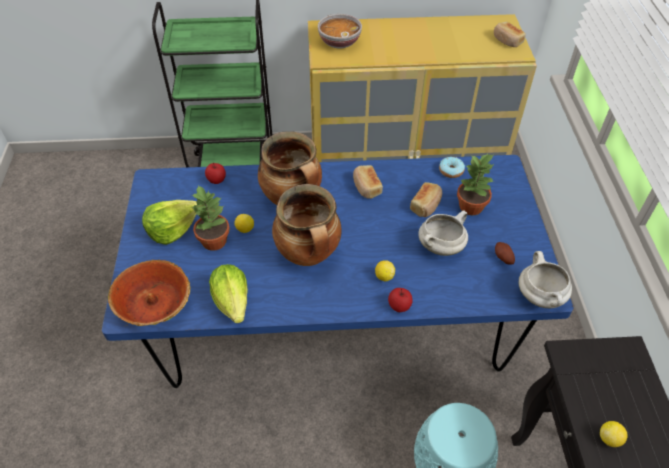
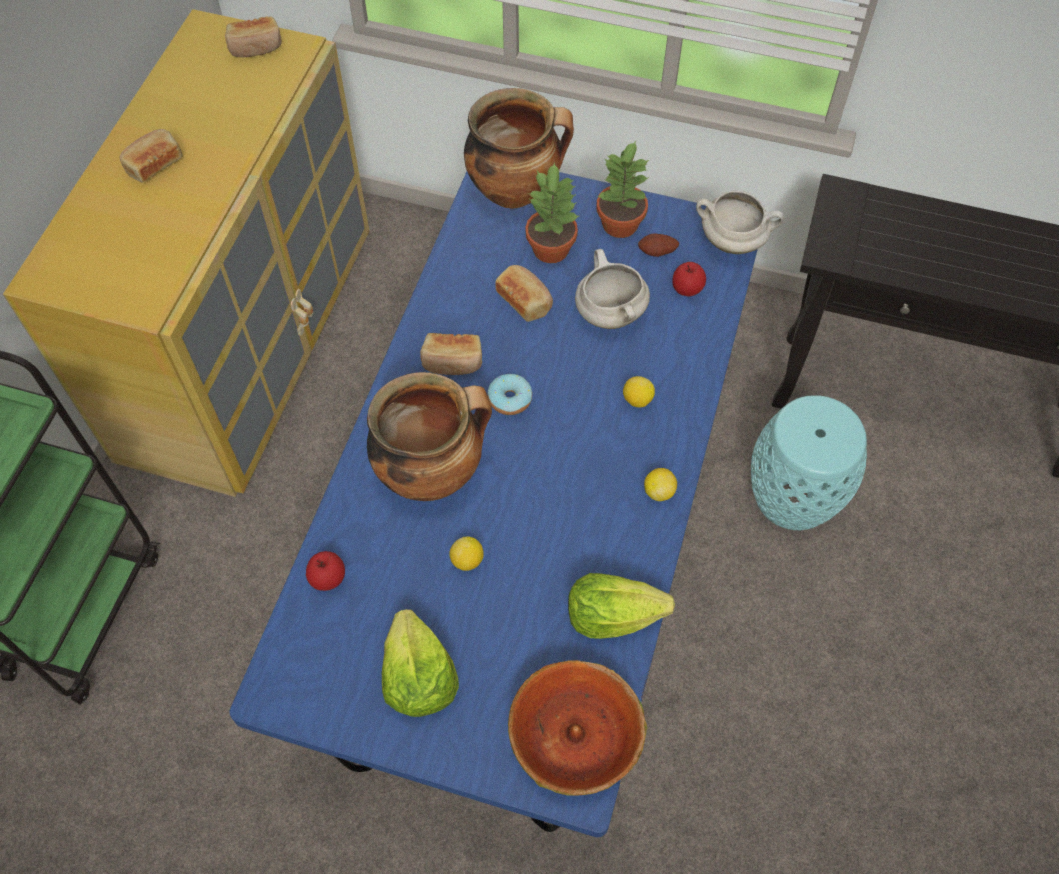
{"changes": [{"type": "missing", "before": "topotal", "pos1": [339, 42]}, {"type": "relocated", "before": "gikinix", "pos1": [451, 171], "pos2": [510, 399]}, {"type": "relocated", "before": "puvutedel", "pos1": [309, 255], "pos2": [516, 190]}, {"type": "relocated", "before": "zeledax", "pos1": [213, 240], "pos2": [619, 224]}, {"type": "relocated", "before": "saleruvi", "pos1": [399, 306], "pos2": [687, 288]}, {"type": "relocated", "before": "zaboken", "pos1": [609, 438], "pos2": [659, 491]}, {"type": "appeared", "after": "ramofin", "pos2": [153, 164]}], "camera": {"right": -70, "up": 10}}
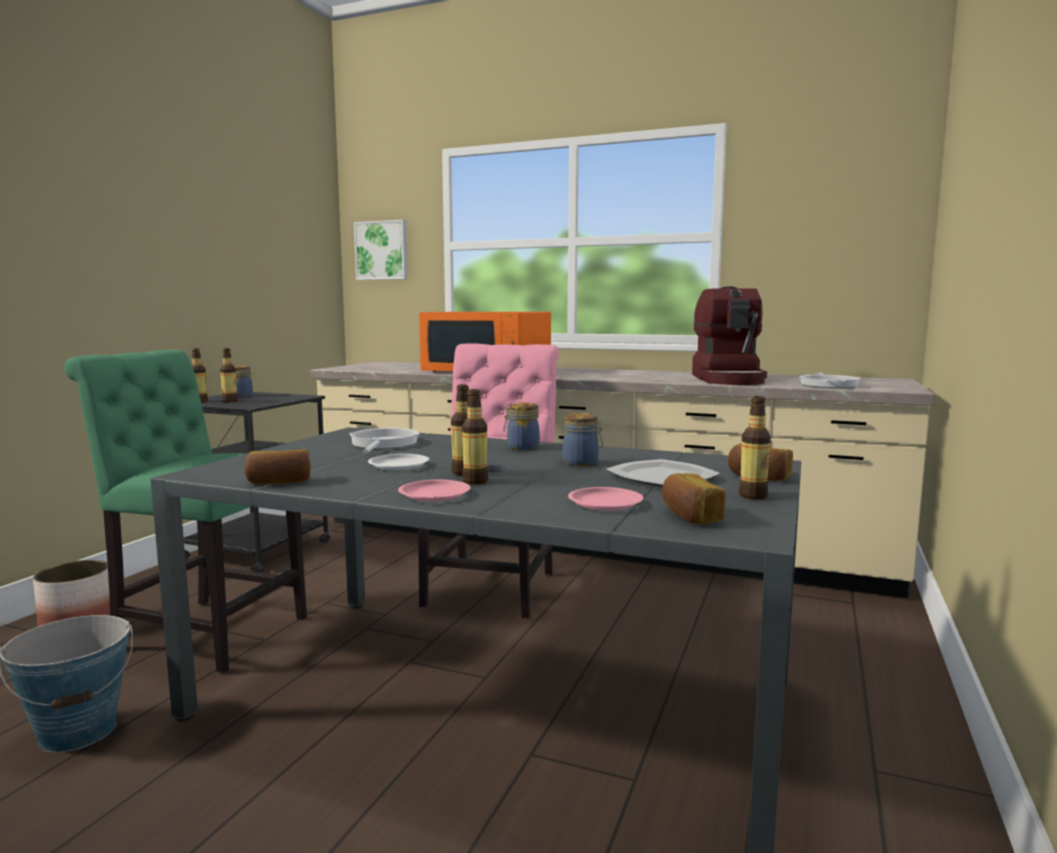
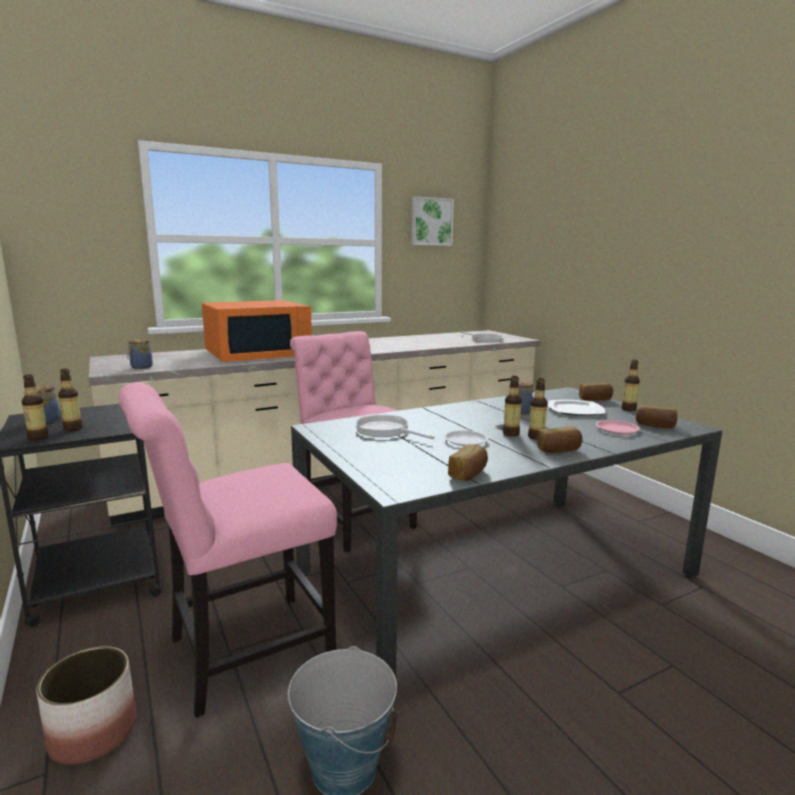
{"changes": [{"type": "relocated", "before": "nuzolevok", "pos1": [382, 250], "pos2": [431, 221]}, {"type": "missing", "before": "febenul", "pos1": [729, 379]}, {"type": "colour", "before": "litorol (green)", "after": "litorol (pink)", "pos1": [205, 632], "pos2": [241, 654]}, {"type": "relocated", "before": "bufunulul", "pos1": [521, 447], "pos2": [140, 367]}, {"type": "exchanged", "before": "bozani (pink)", "after": "ramofin", "pos1": [434, 495], "pos2": [558, 450]}], "camera": {"right": -50, "up": 5}}
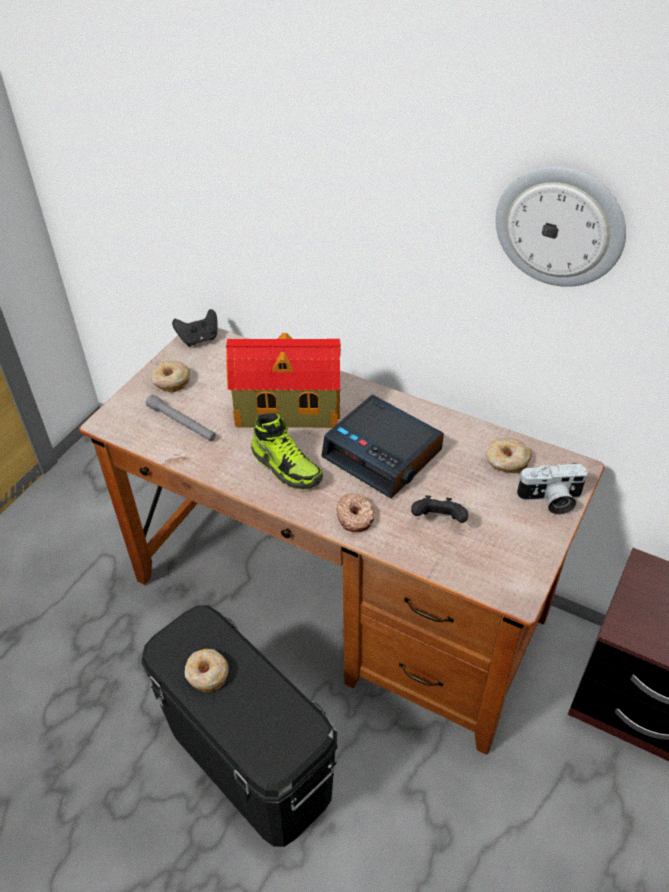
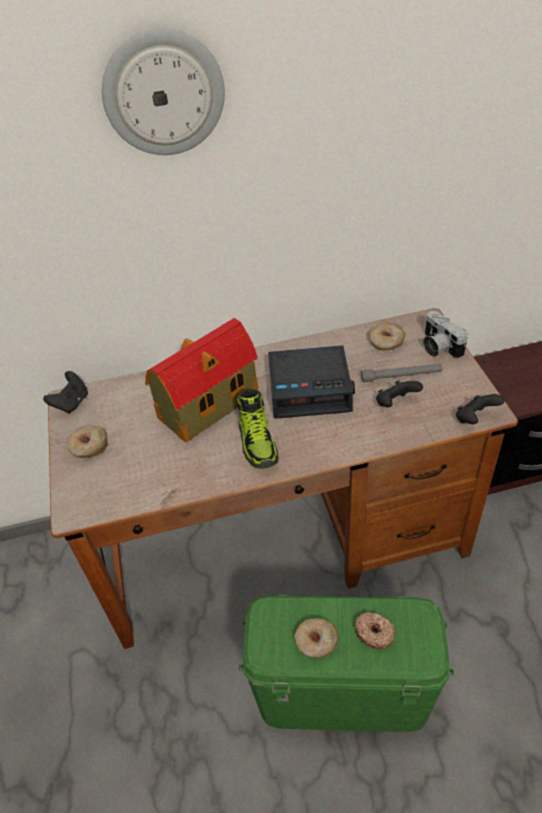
{"changes": [{"type": "relocated", "before": "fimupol", "pos1": [560, 226], "pos2": [164, 94]}, {"type": "relocated", "before": "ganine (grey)", "pos1": [182, 423], "pos2": [401, 376]}, {"type": "spun", "before": "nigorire", "pos1": [287, 467], "pos2": [258, 442], "turn": 75}, {"type": "spun", "before": "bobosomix", "pos1": [550, 500], "pos2": [438, 347], "turn": 105}, {"type": "relocated", "before": "gikinix", "pos1": [355, 517], "pos2": [374, 632]}, {"type": "colour", "before": "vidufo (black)", "after": "vidufo (green)", "pos1": [248, 758], "pos2": [342, 692]}, {"type": "appeared", "after": "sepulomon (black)", "pos2": [475, 419]}], "camera": {"right": -40, "up": 0}}
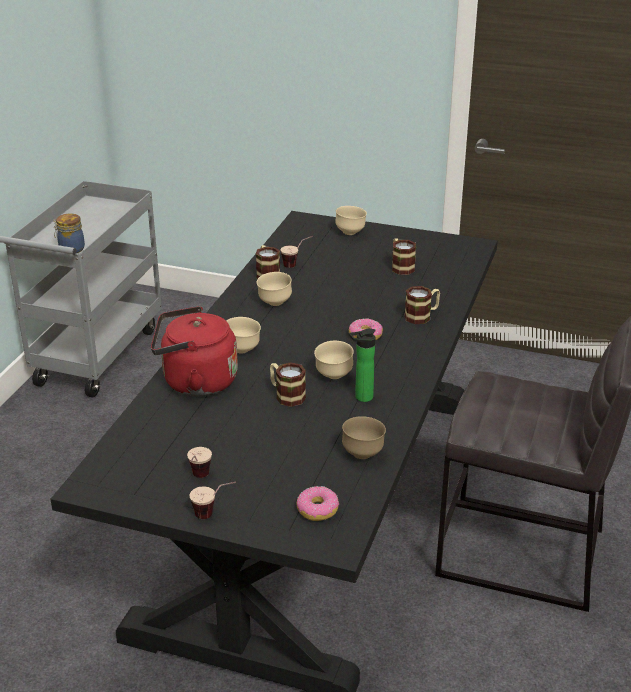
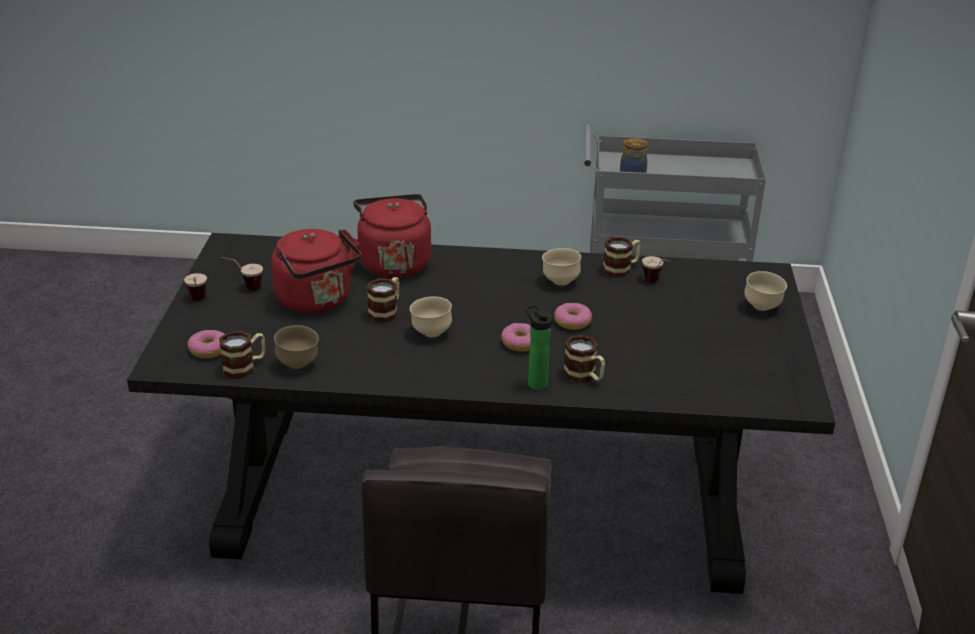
{"changes": [{"type": "relocated", "before": "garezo", "pos1": [400, 266], "pos2": [245, 367]}, {"type": "missing", "before": "topotal (beige)", "pos1": [242, 350]}, {"type": "relocated", "before": "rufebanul", "pos1": [361, 397], "pos2": [535, 383]}, {"type": "appeared", "after": "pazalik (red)", "pos2": [317, 301]}, {"type": "appeared", "after": "gikinix", "pos2": [572, 322]}], "camera": {"right": 75, "up": 0}}
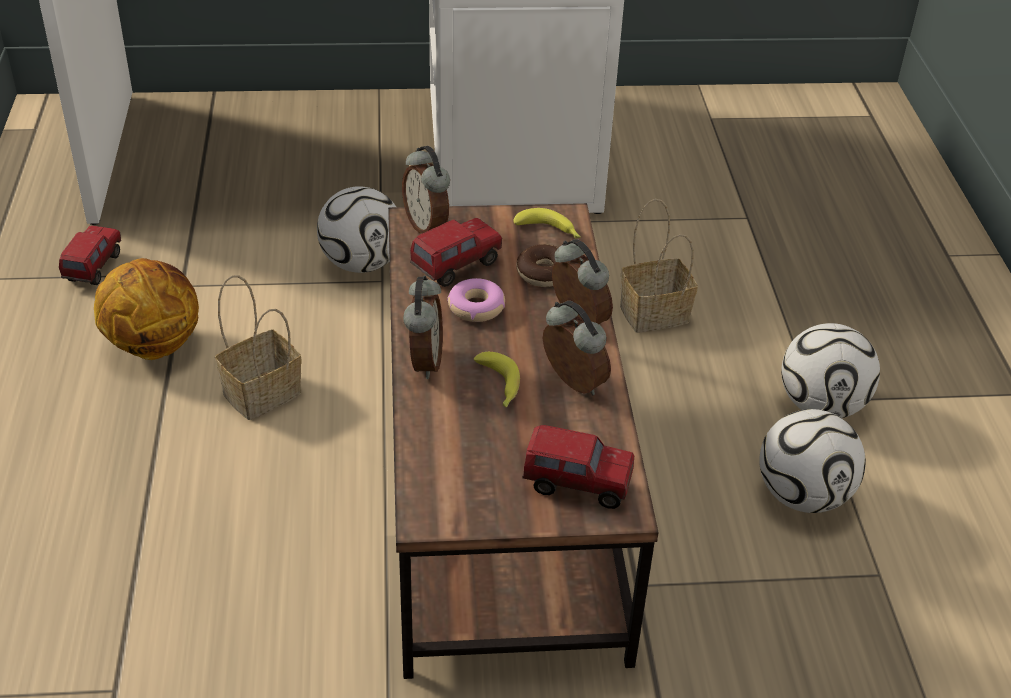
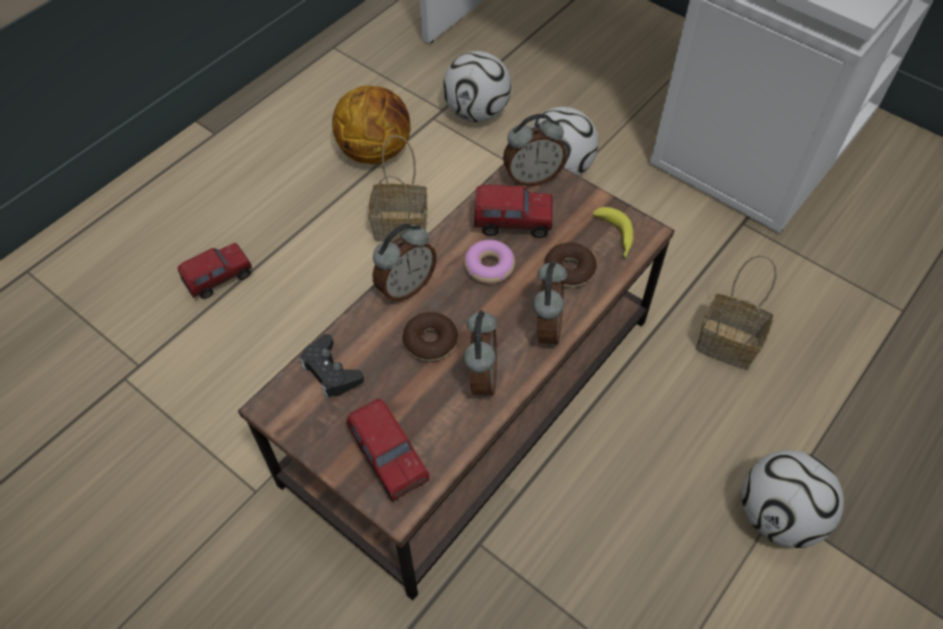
{"changes": [{"type": "spun", "before": "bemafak", "pos1": [427, 226], "pos2": [532, 177], "turn": -120}, {"type": "relocated", "before": "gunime", "pos1": [94, 269], "pos2": [219, 280]}, {"type": "exchanged", "before": "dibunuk", "after": "gikinix", "pos1": [498, 386], "pos2": [430, 342]}, {"type": "relocated", "before": "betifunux", "pos1": [803, 495], "pos2": [477, 112]}, {"type": "appeared", "after": "sepulomon (black)", "pos2": [331, 371]}], "camera": {"right": 45, "up": 15}}
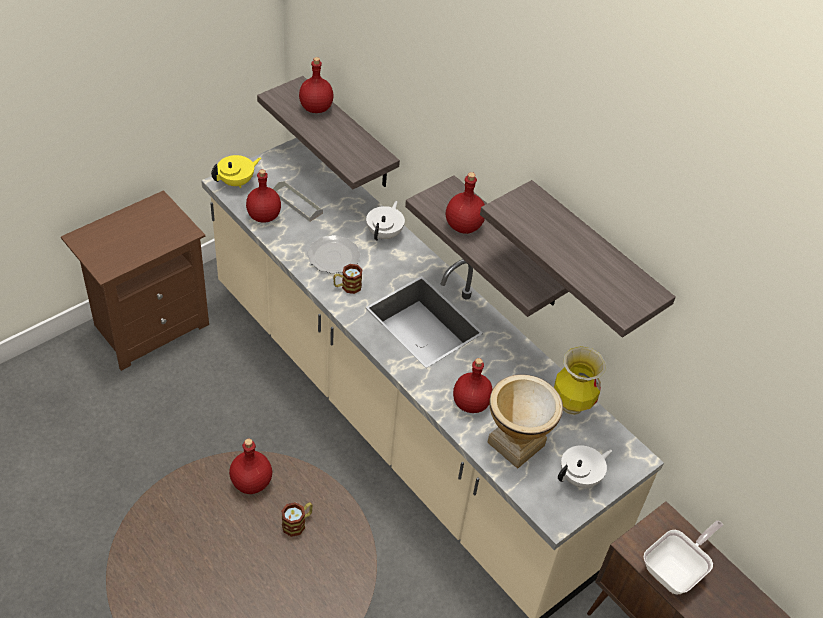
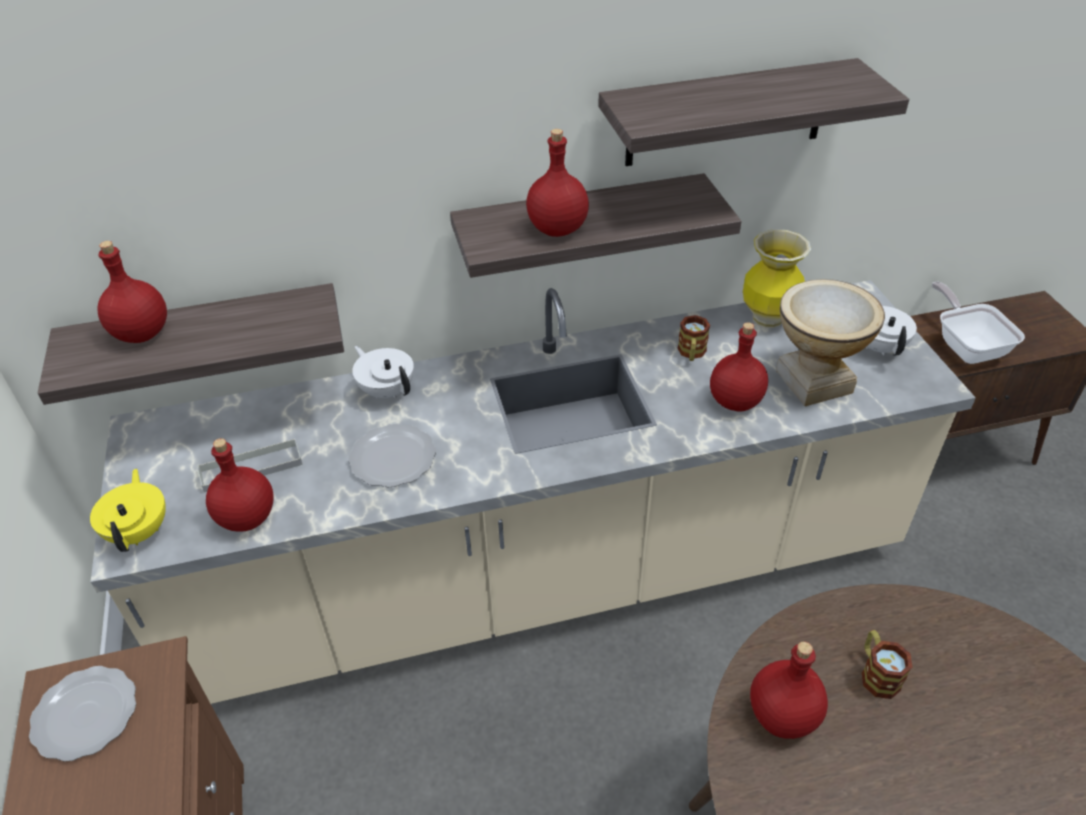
{"changes": [{"type": "relocated", "before": "garezo", "pos1": [347, 287], "pos2": [691, 353]}, {"type": "appeared", "after": "bozani", "pos2": [84, 715]}], "camera": {"right": -60, "up": -5}}
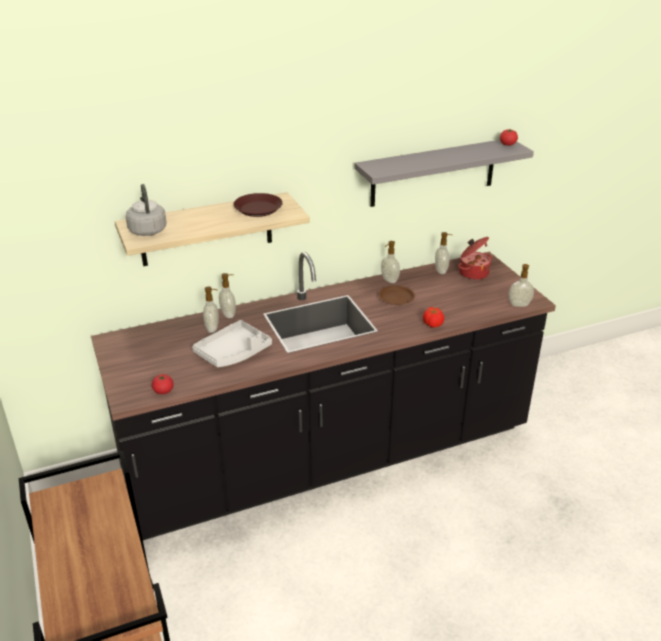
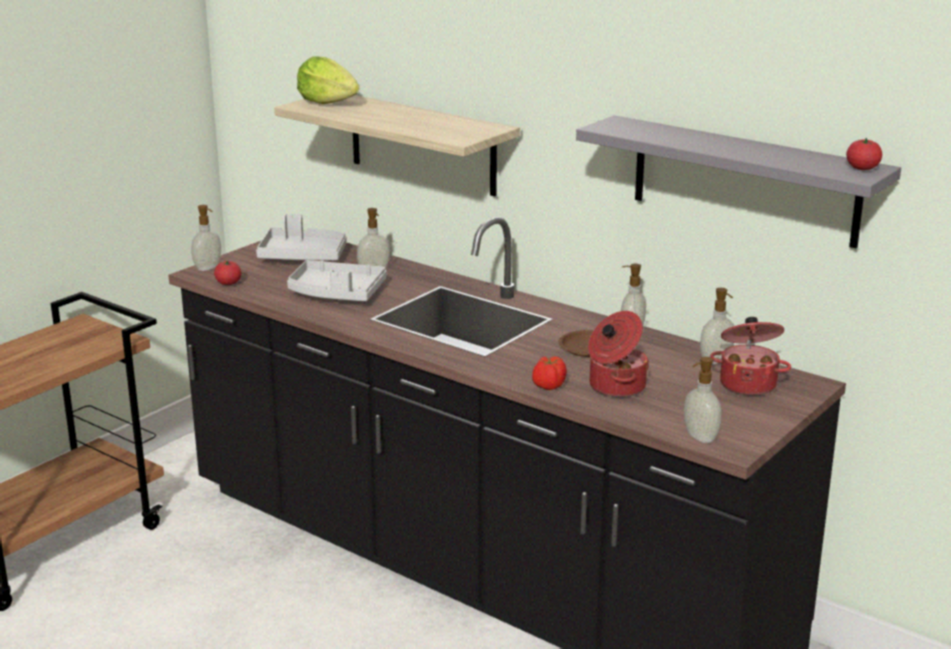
{"changes": [{"type": "exchanged", "before": "pazalik (grey)", "after": "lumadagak", "pos1": [147, 229], "pos2": [328, 103]}, {"type": "missing", "before": "bozani (brown)", "pos1": [258, 209]}, {"type": "relocated", "before": "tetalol", "pos1": [229, 314], "pos2": [208, 268]}, {"type": "appeared", "after": "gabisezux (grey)", "pos2": [303, 256]}, {"type": "appeared", "after": "puvutedel", "pos2": [615, 386]}], "camera": {"right": 60, "up": -10}}
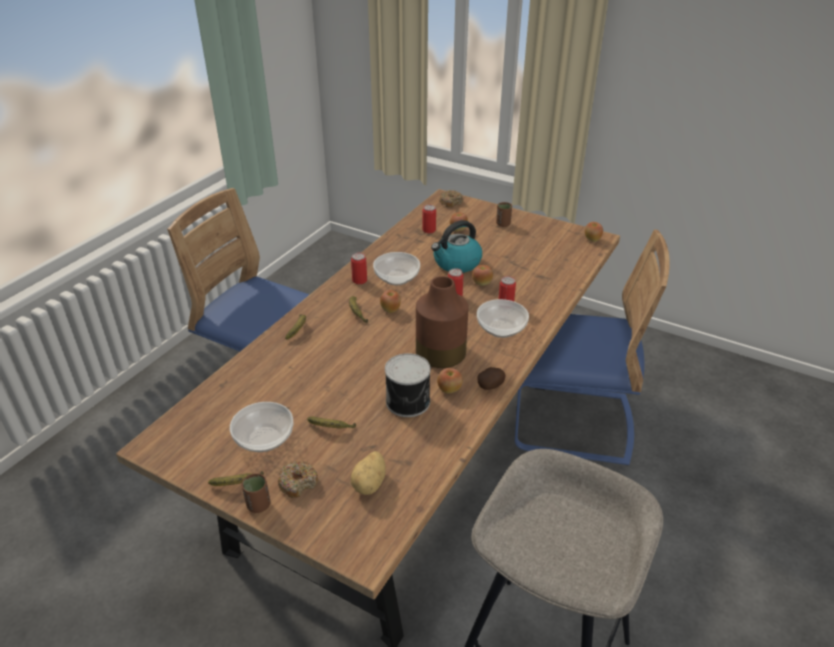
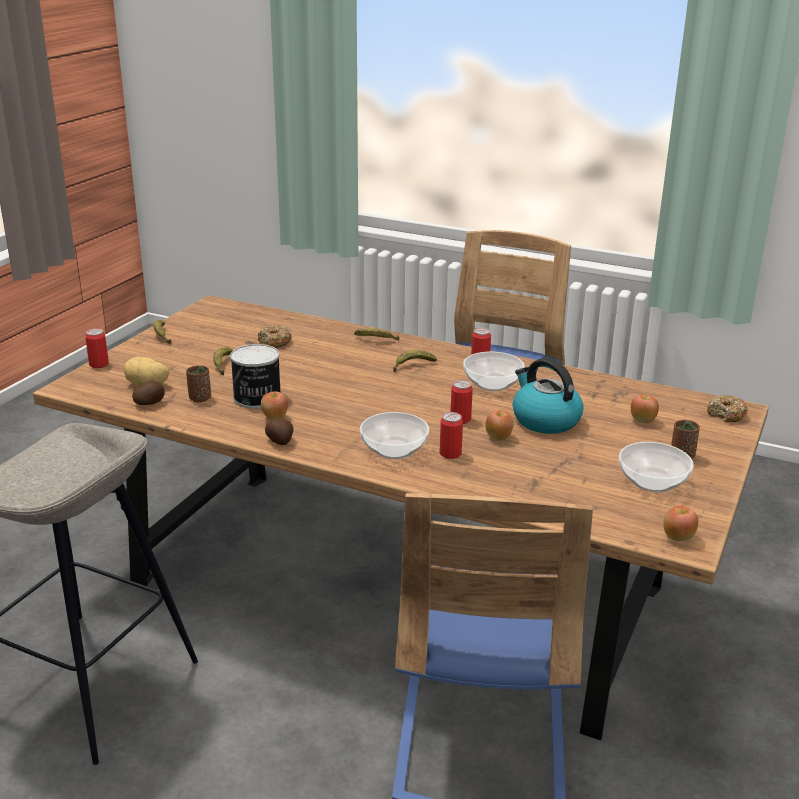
{"changes": [{"type": "relocated", "before": "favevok", "pos1": [429, 230], "pos2": [99, 364]}, {"type": "missing", "before": "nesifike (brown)", "pos1": [441, 351]}, {"type": "missing", "before": "saleruvi", "pos1": [391, 310]}, {"type": "relocated", "before": "topotal", "pos1": [264, 439], "pos2": [651, 482]}, {"type": "relocated", "before": "gikinix", "pos1": [298, 483], "pos2": [275, 342]}, {"type": "relocated", "before": "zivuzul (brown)", "pos1": [258, 505], "pos2": [200, 398]}, {"type": "appeared", "after": "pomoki", "pos2": [149, 403]}], "camera": {"right": 85, "up": -10}}
